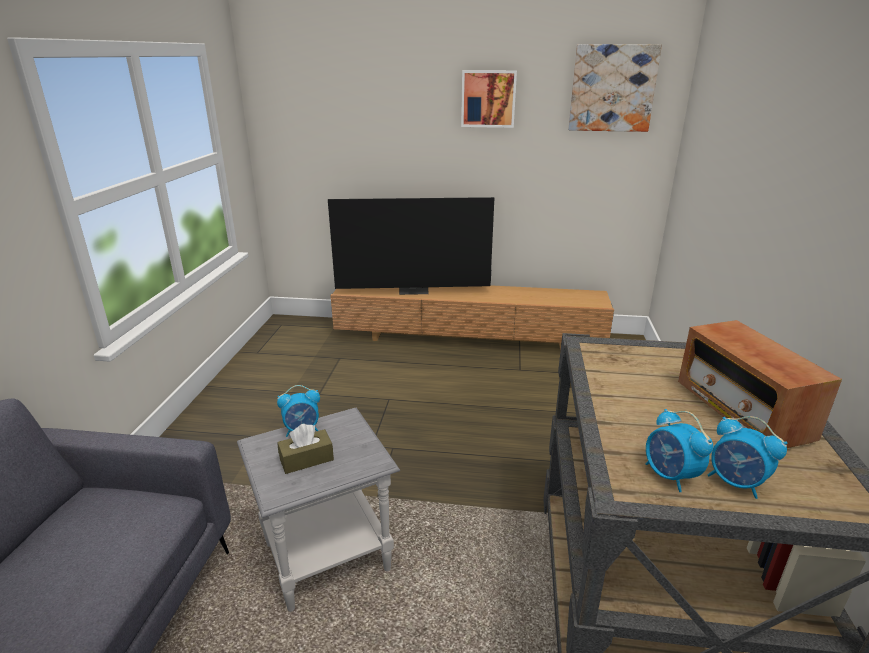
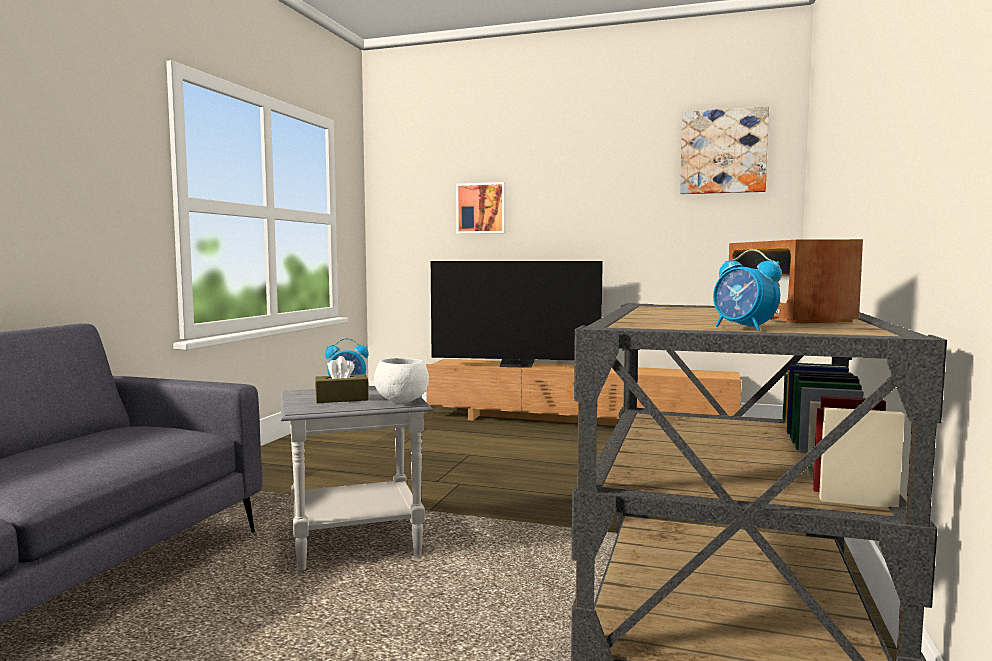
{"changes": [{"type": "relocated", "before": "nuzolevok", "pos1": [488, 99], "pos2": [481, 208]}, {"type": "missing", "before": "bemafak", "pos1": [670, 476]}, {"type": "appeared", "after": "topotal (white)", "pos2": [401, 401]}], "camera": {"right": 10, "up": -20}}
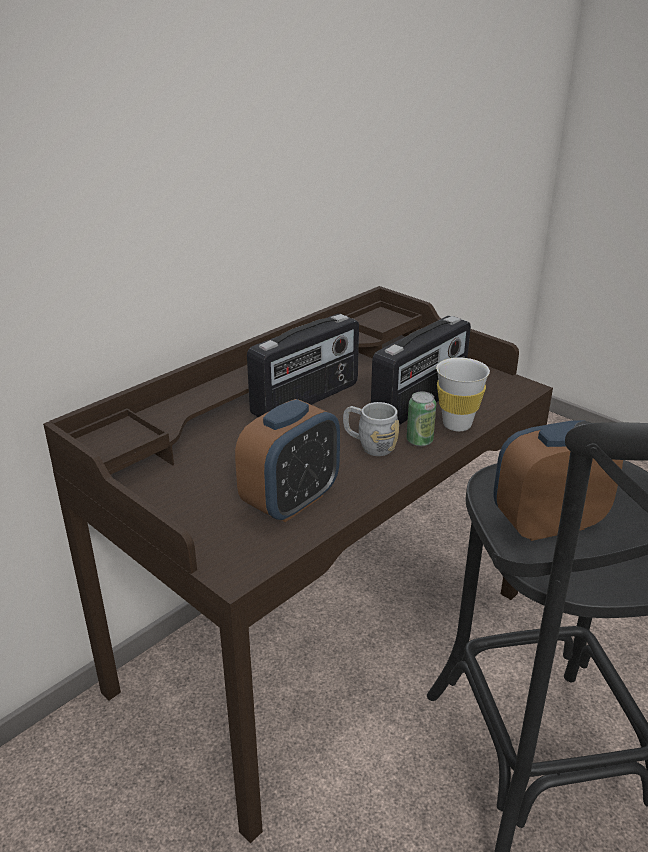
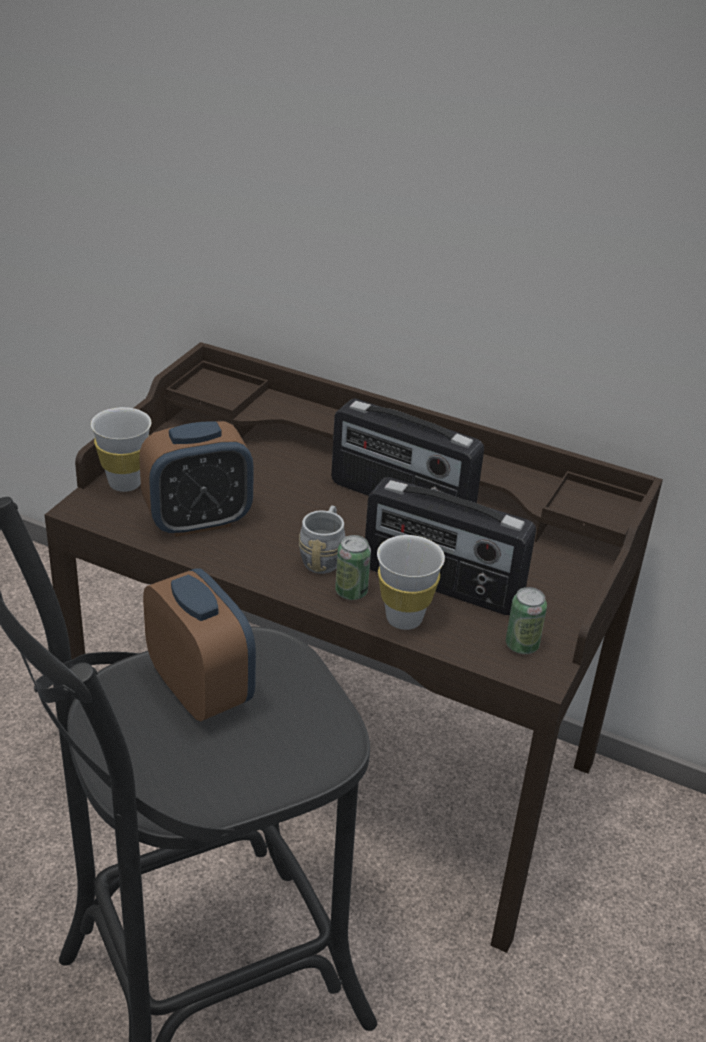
{"changes": [{"type": "spun", "before": "bemafak", "pos1": [291, 501], "pos2": [198, 521], "turn": -45}, {"type": "appeared", "after": "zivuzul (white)", "pos2": [125, 483]}, {"type": "appeared", "after": "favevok", "pos2": [521, 645]}], "camera": {"right": 70, "up": 5}}
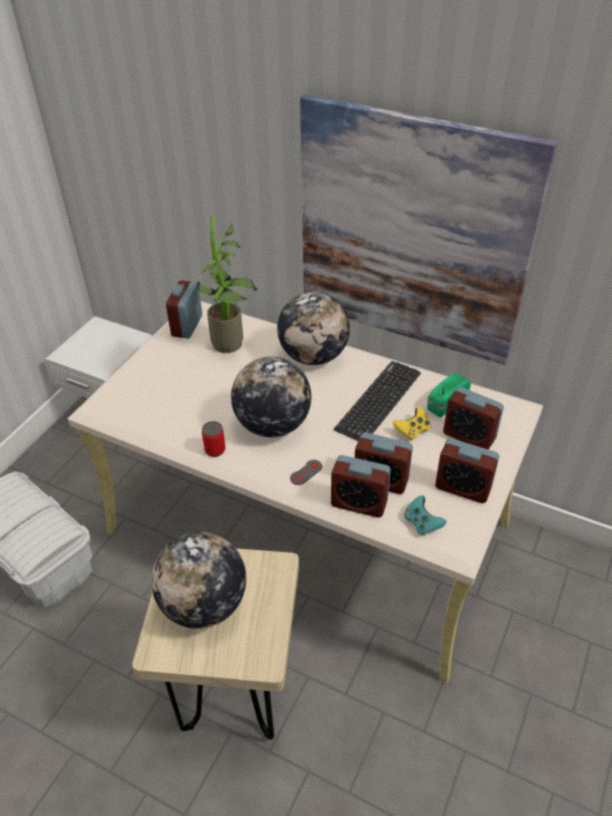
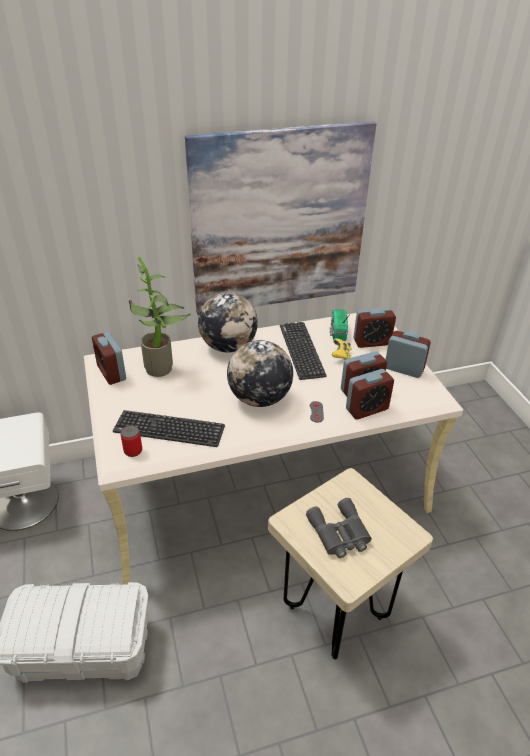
{"changes": [{"type": "relocated", "before": "favevok", "pos1": [215, 450], "pos2": [133, 451]}, {"type": "spun", "before": "bemafak", "pos1": [463, 488], "pos2": [404, 369], "turn": -135}, {"type": "missing", "before": "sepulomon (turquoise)", "pos1": [422, 523]}, {"type": "exchanged", "before": "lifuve", "after": "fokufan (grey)", "pos1": [204, 604], "pos2": [339, 534]}, {"type": "appeared", "after": "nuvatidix", "pos2": [169, 429]}], "camera": {"right": -45, "up": -5}}
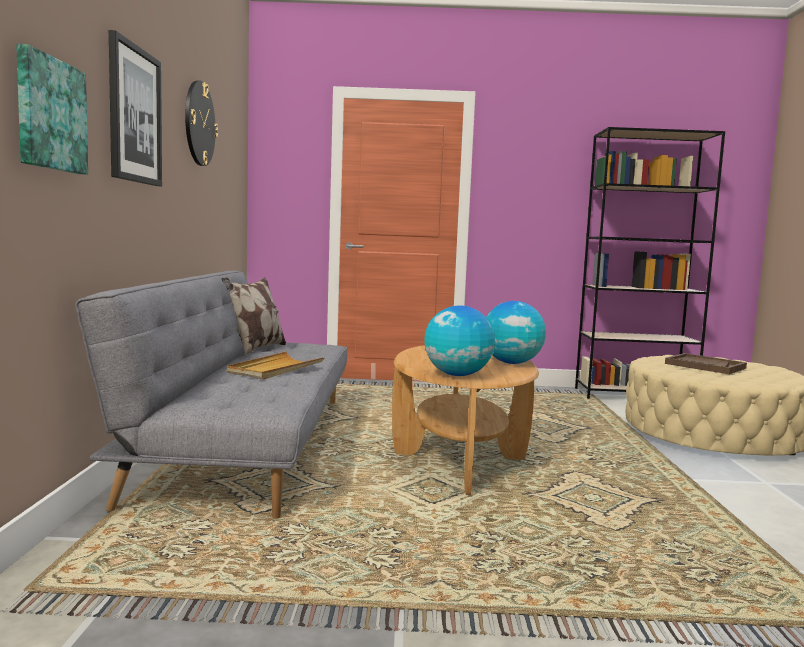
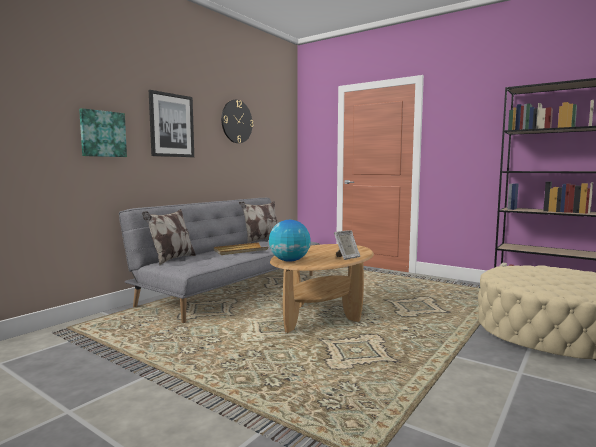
{"changes": [{"type": "exchanged", "before": "lifuve", "after": "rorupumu", "pos1": [511, 363], "pos2": [347, 257]}, {"type": "missing", "before": "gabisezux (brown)", "pos1": [704, 366]}, {"type": "appeared", "after": "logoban", "pos2": [171, 259]}], "camera": {"right": 35, "up": 0}}
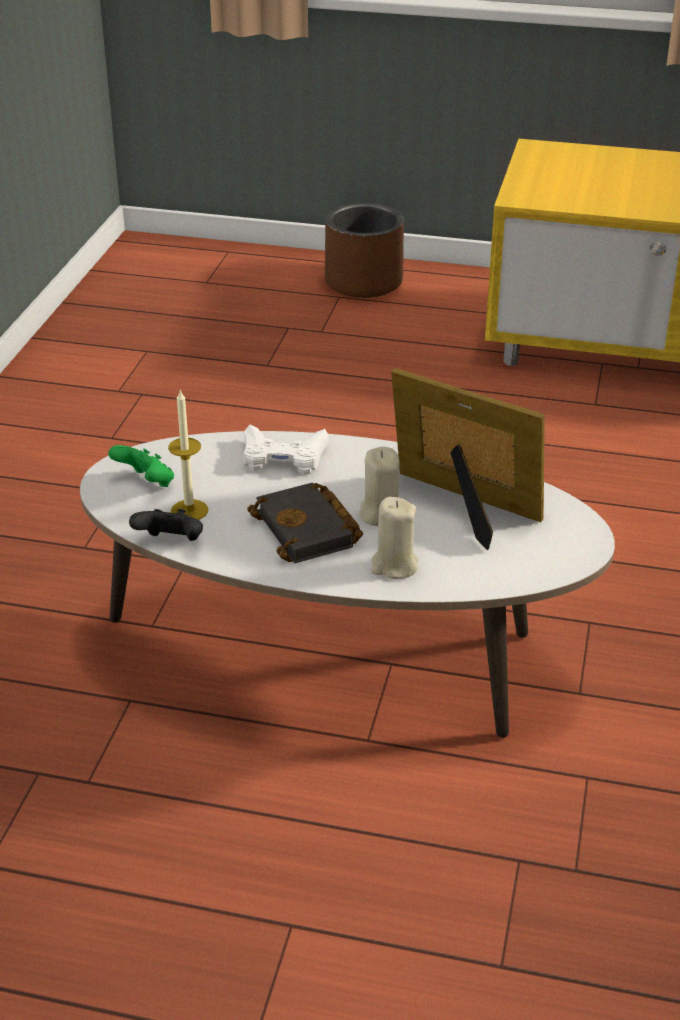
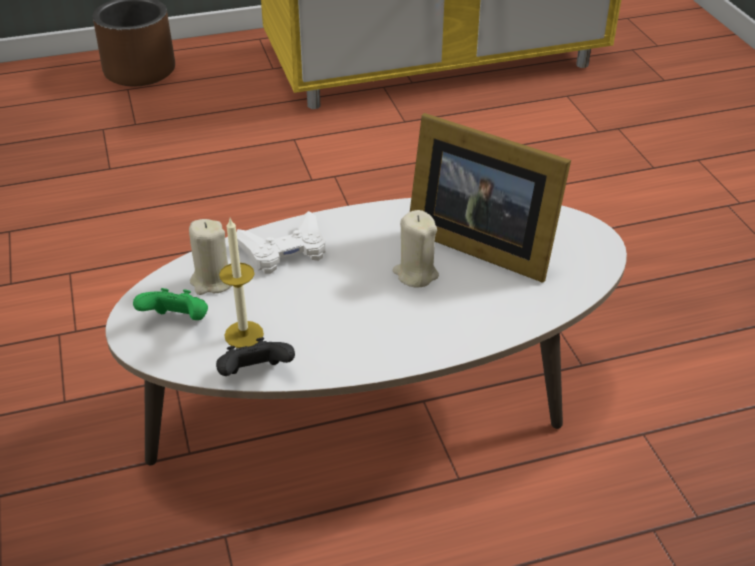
{"changes": [{"type": "spun", "before": "rorupumu", "pos1": [465, 508], "pos2": [478, 243], "turn": -150}, {"type": "missing", "before": "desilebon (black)", "pos1": [310, 531]}, {"type": "relocated", "before": "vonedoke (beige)", "pos1": [394, 566], "pos2": [212, 281]}], "camera": {"right": -30, "up": 5}}
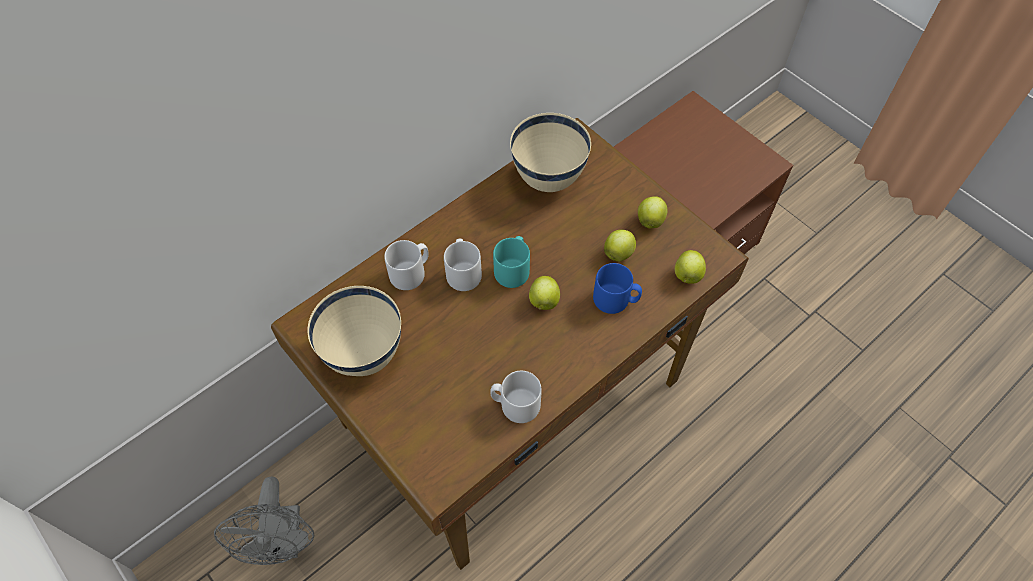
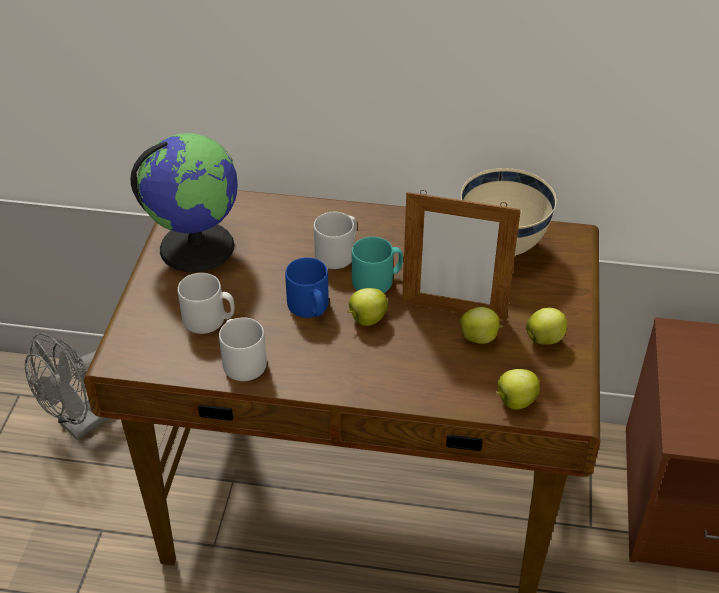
{"changes": [{"type": "relocated", "before": "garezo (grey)", "pos1": [411, 273], "pos2": [209, 320]}, {"type": "relocated", "before": "garezo (blue)", "pos1": [615, 300], "pos2": [310, 308]}, {"type": "exchanged", "before": "topotal (beige)", "after": "lifuve", "pos1": [364, 354], "pos2": [197, 246]}, {"type": "appeared", "after": "rorupumu", "pos2": [453, 310]}], "camera": {"right": 50, "up": -15}}
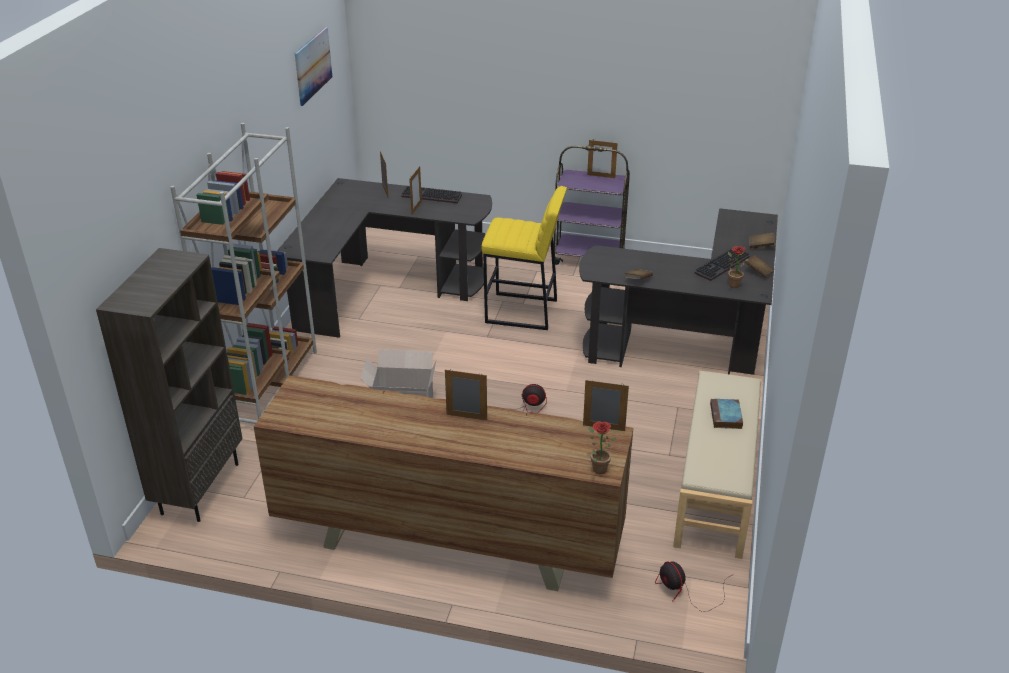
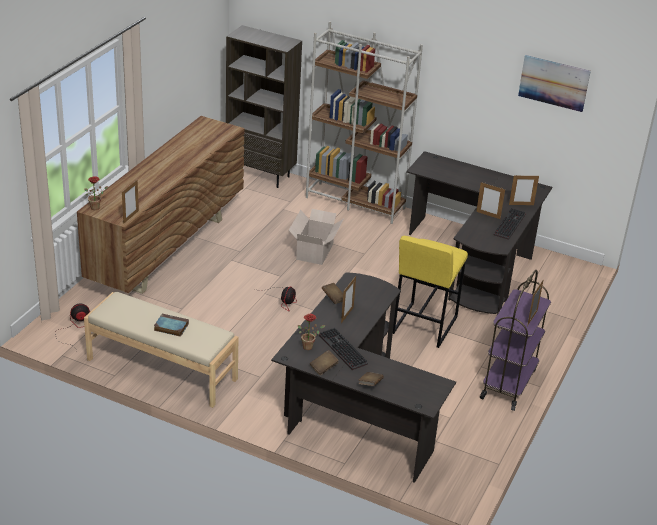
{"changes": [{"type": "relocated", "before": "rorupumu", "pos1": [466, 417], "pos2": [347, 315]}], "camera": {"right": 100, "up": 0}}
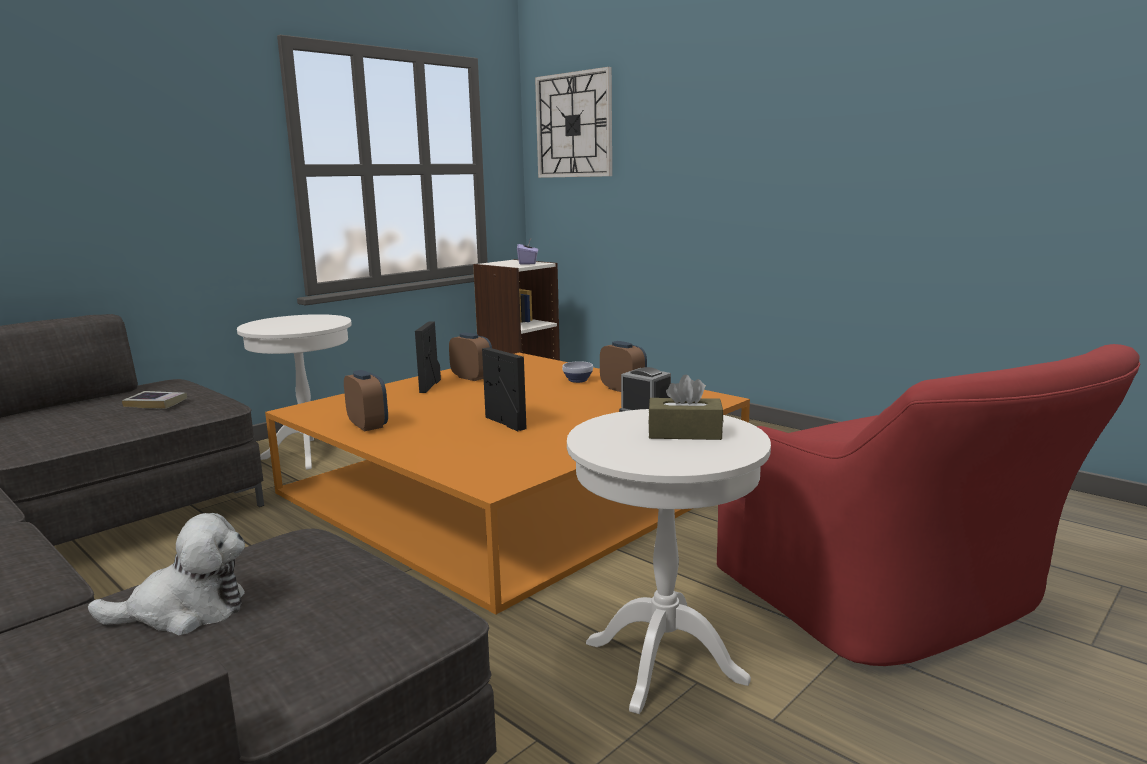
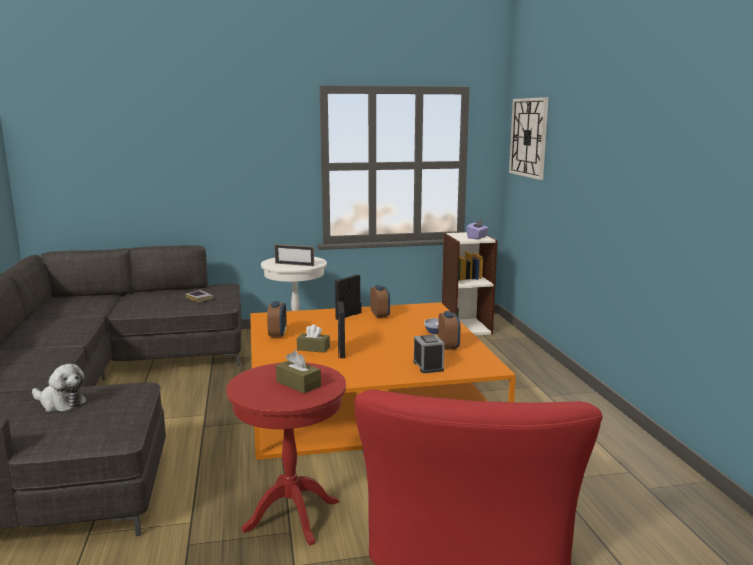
{"changes": [{"type": "colour", "before": "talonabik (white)", "after": "talonabik (red)", "pos1": [664, 661], "pos2": [291, 515]}, {"type": "appeared", "after": "rorupumu", "pos2": [294, 264]}, {"type": "appeared", "after": "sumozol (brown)", "pos2": [313, 348]}], "camera": {"right": 35, "up": 0}}
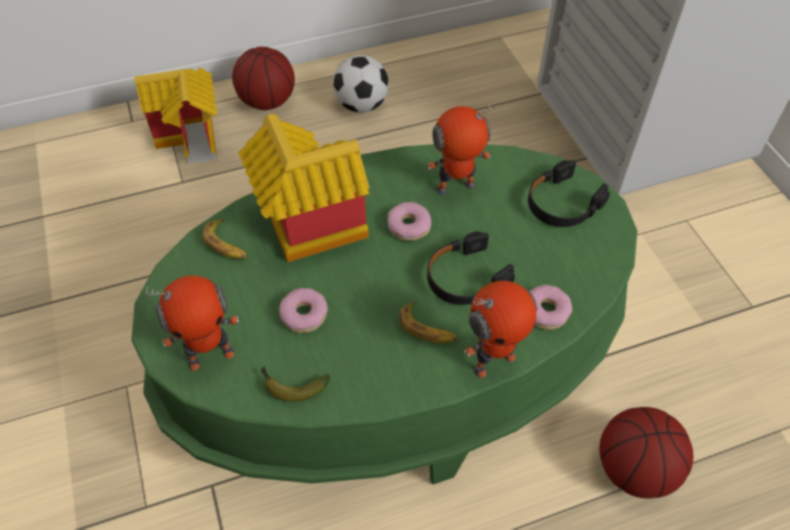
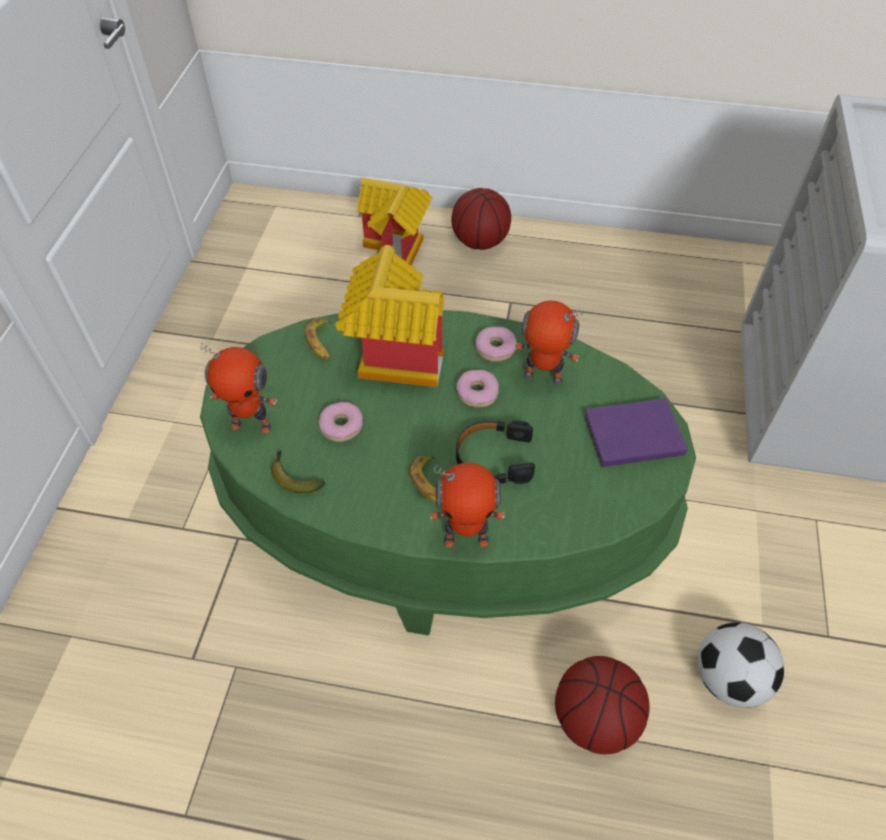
{"changes": [{"type": "relocated", "before": "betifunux", "pos1": [361, 105], "pos2": [728, 678]}, {"type": "exchanged", "before": "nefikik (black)", "after": "desilebon (purple)", "pos1": [562, 204], "pos2": [630, 434]}, {"type": "relocated", "before": "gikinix", "pos1": [545, 311], "pos2": [495, 348]}], "camera": {"right": 30, "up": 0}}
